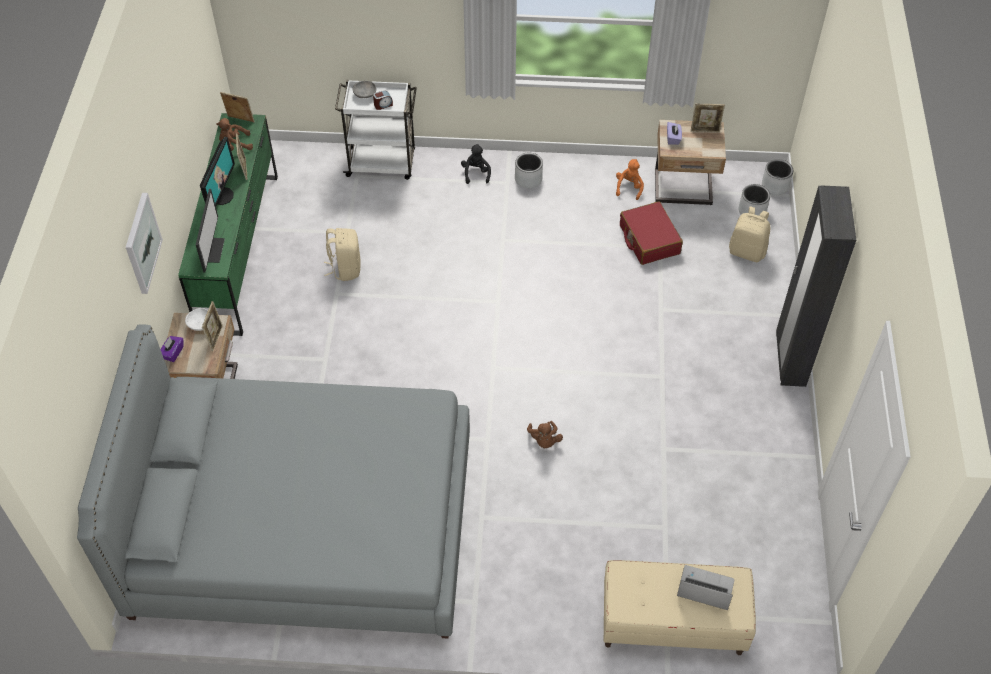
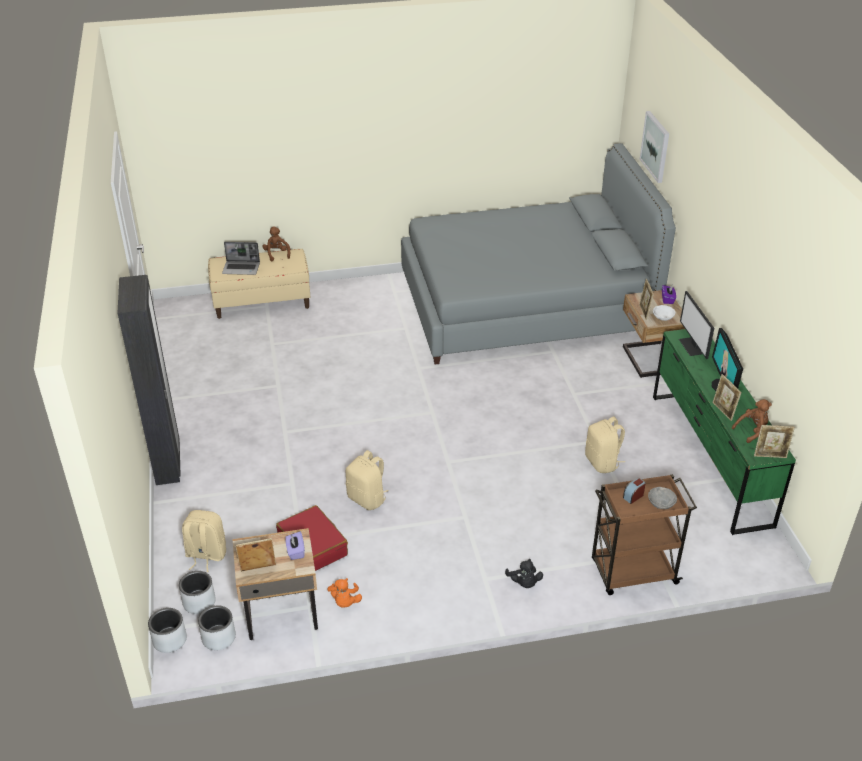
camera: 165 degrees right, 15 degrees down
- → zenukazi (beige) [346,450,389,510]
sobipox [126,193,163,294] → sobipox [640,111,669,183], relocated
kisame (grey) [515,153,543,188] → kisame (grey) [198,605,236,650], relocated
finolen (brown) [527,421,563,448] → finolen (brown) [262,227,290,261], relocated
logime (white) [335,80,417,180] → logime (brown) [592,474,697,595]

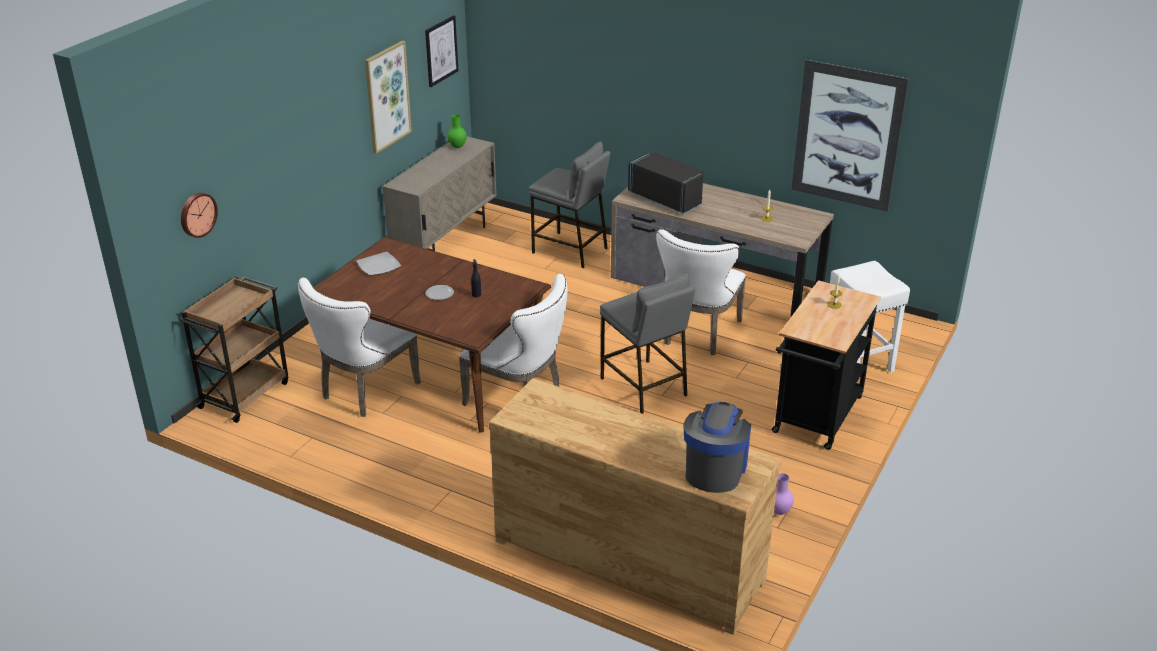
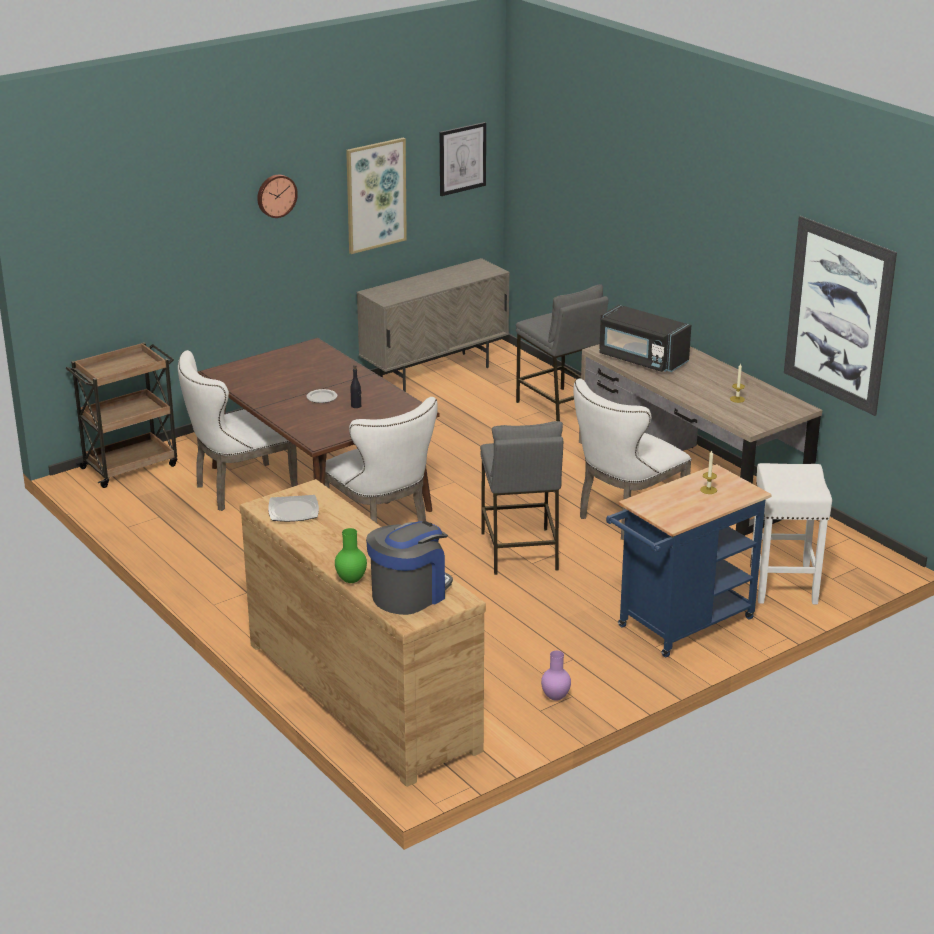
camera: 25 degrees right, 5 degrees down
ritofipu [181,193,218,238] → ritofipu [257,175,298,218], relocated
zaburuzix [356,252,401,276] → zaburuzix [268,495,319,522], relocated
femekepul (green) [448,114,467,148] → femekepul (green) [335,528,367,583], relocated
logime (black) [772,280,881,450] → logime (blue) [606,464,772,657]
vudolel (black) [628,153,704,214] → vudolel (black) [599,305,691,372], 150 degrees clockwise

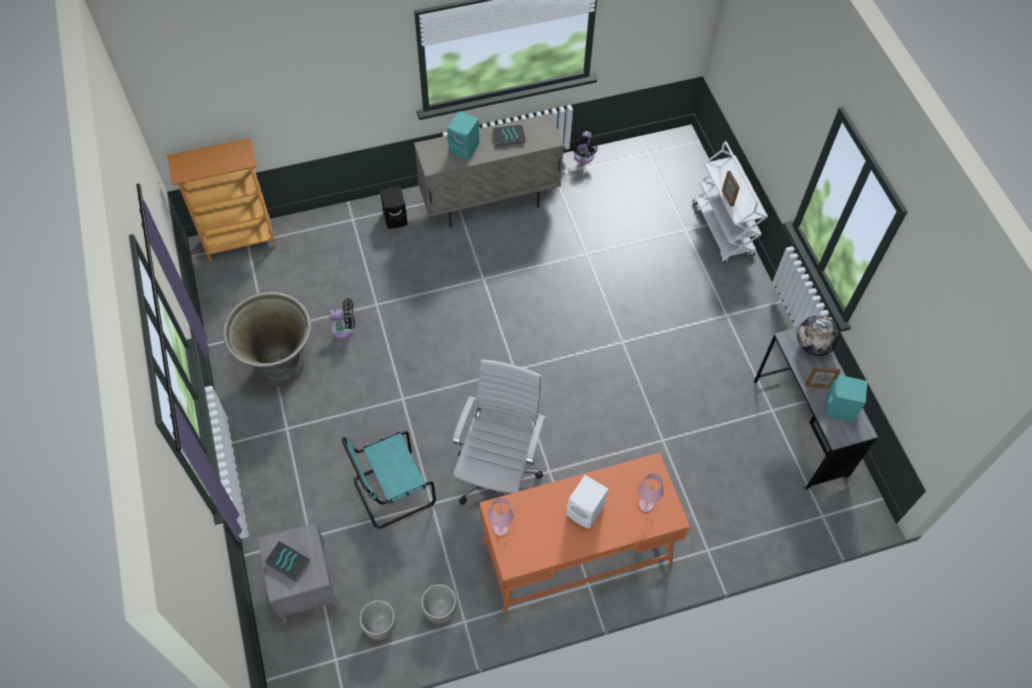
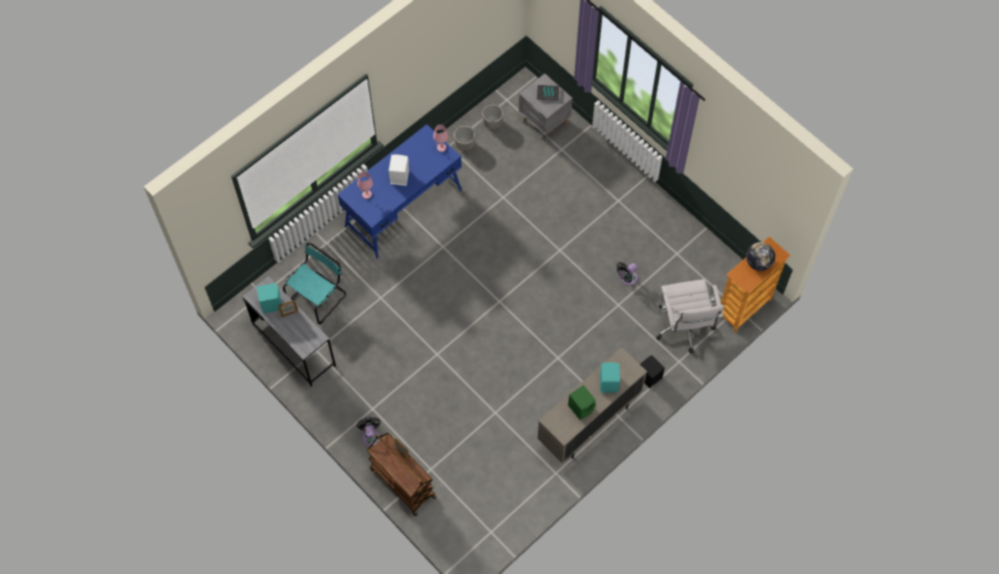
camera: 155 degrees right, 5 degrees up
kisame (grey) [223,292,311,386] → -
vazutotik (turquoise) [342,431,436,529] → vazutotik (turquoise) [283,242,346,325], relocated
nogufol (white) [453,359,545,505] → nogufol (white) [656,279,724,354], relocated
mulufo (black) [570,131,597,163] → mulufo (black) [357,417,381,447], relocated
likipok [797,315,840,356] → likipok [746,242,775,271], relocated
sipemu [493,124,526,147] → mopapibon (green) [568,385,596,420]
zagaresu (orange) [479,453,690,614] → zagaresu (blue) [337,124,462,259]
logime (white) [693,141,768,263] → logime (brown) [367,433,436,516]

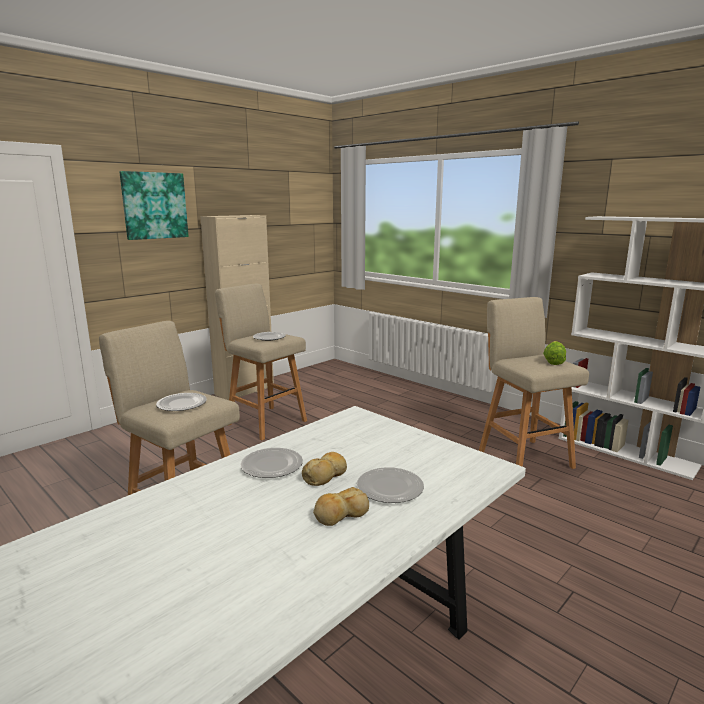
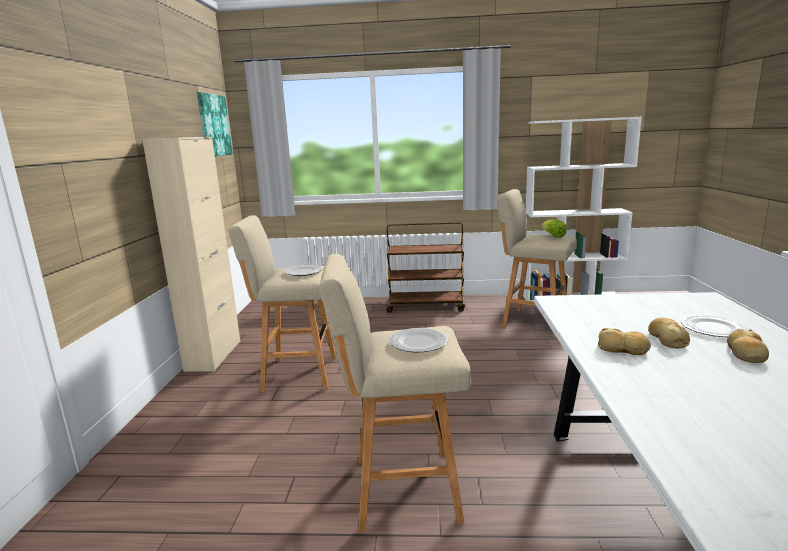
camera: 40 degrees left, 0 degrees up
- → logime (brown) [387,222,465,313]
sobipox [119,171,189,240] → sobipox [197,92,233,156], relocated
zaburuzix [241,448,303,478] → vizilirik [598,328,651,355]

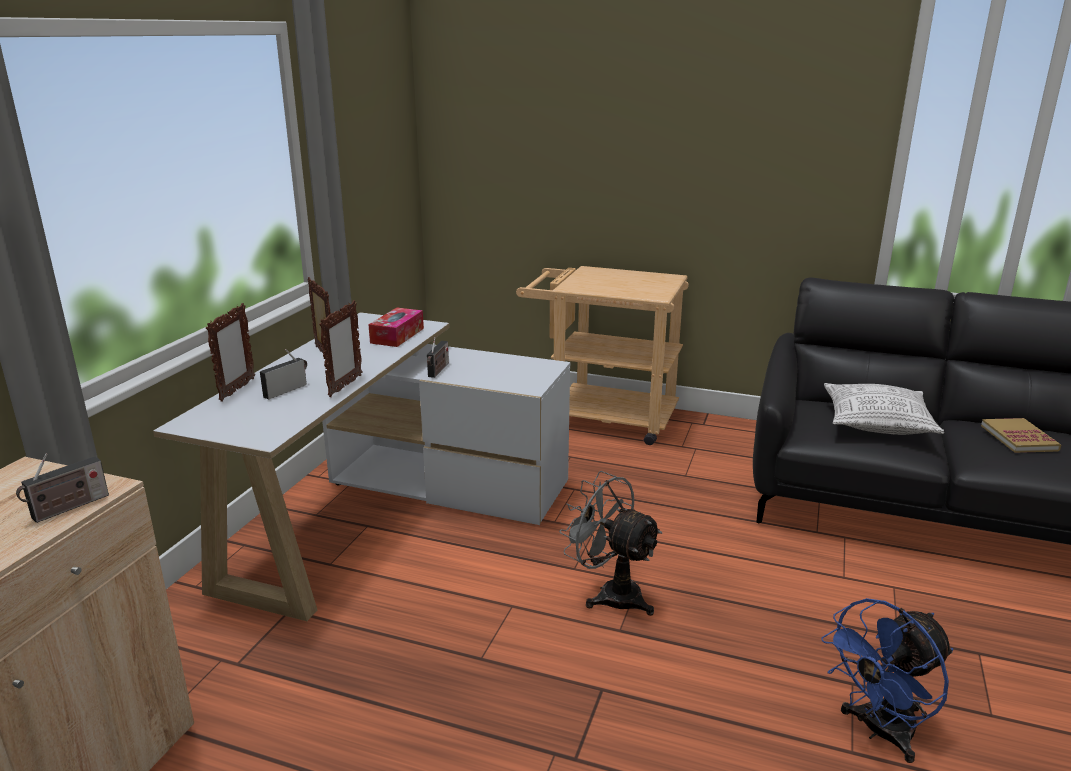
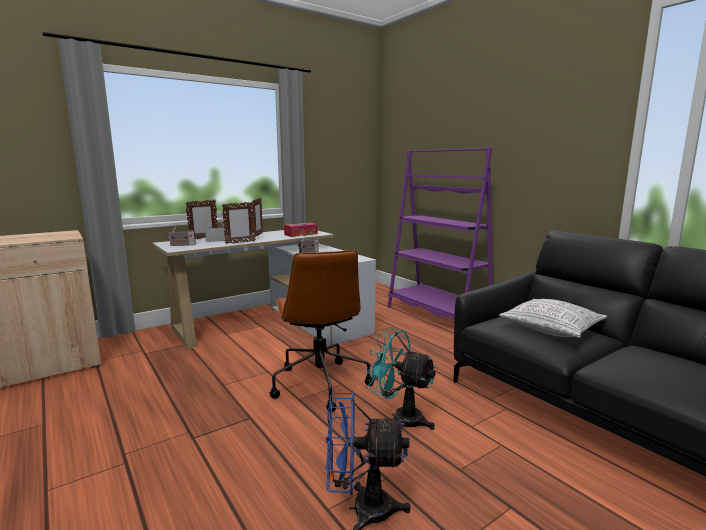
camera: 35 degrees right, 10 degrees down
sipemu [981,418,1061,453] → -
- → mulufo (turquoise) [365,328,437,430]
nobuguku [16,453,109,523] → nobuguku [167,224,196,246], relocated
logime (beige) [516,266,689,445] → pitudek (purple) [387,147,493,319]
mulufo (grey) [559,471,662,616] → nogufol (brown) [270,250,374,412]

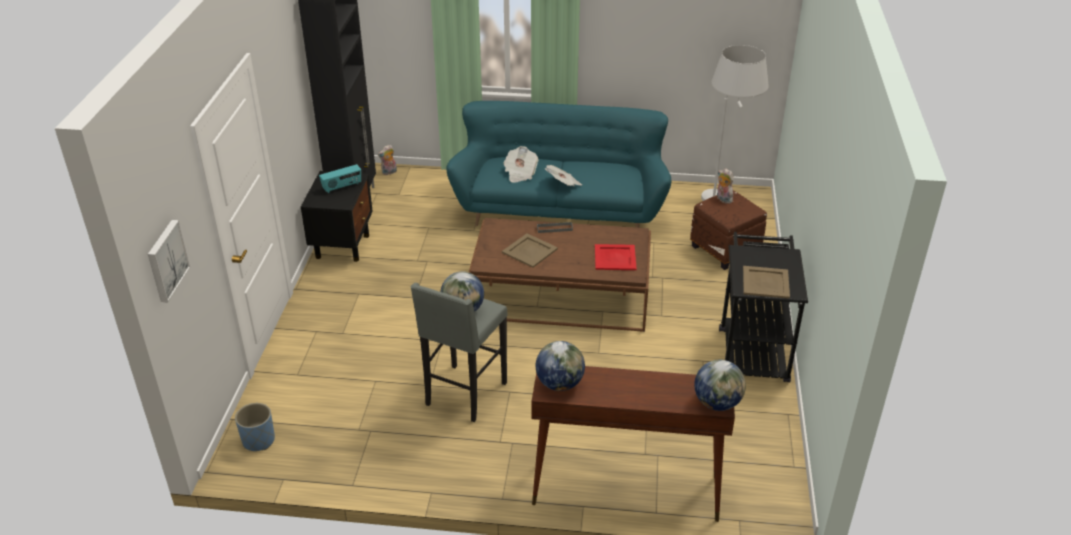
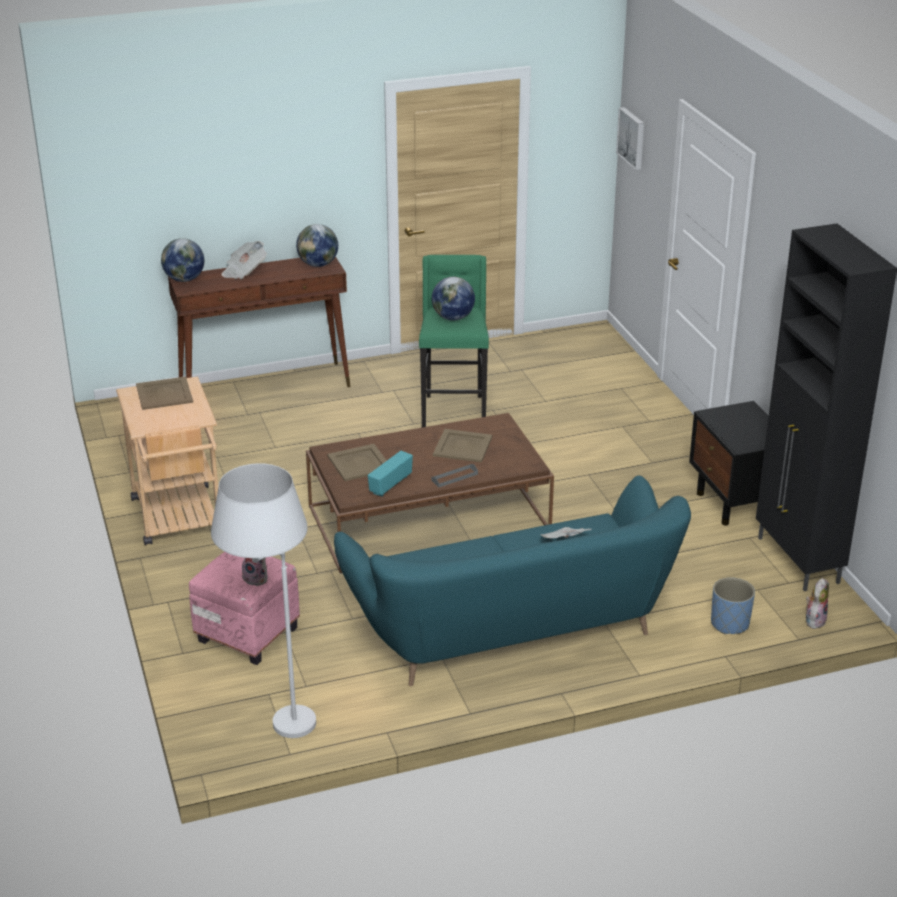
camera: 155 degrees right, 5 degrees down
kisame (blue) [235,403,275,451] → kisame (blue) [711,578,755,635], relocated
nobuguku [319,164,361,193] → nobuguku [368,451,413,496], relocated
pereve [545,165,582,186] → pereve [221,241,267,279], relocated
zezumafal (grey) [411,283,507,422] → zezumafal (green) [419,255,489,428]
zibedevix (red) [595,244,637,270] → zibedevix (beige) [327,444,387,481]
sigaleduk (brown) [690,191,767,270] → sigaleduk (pink) [189,552,300,665]
logime (black) [719,232,808,383] → logime (beige) [116,377,218,545]

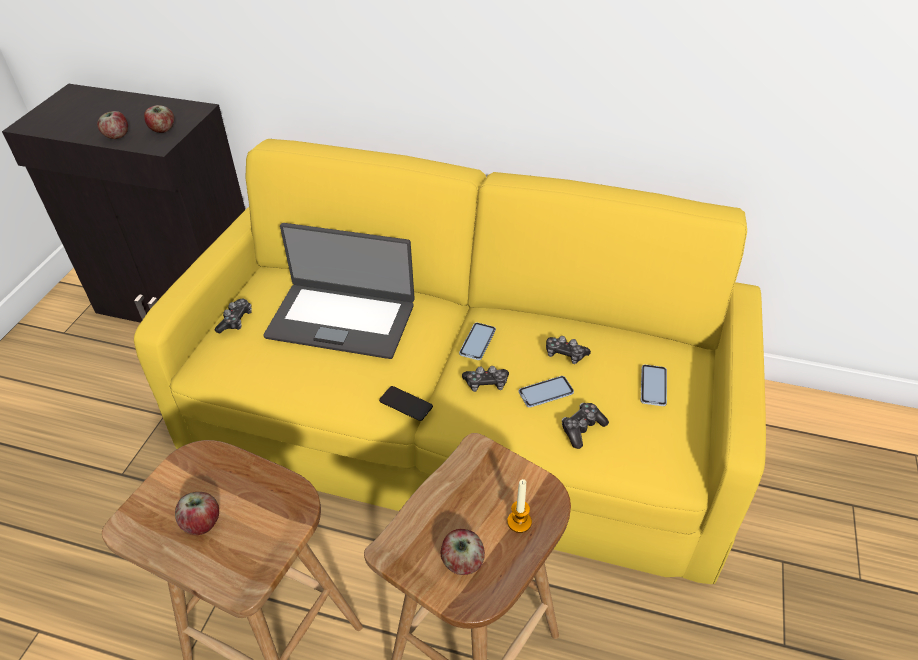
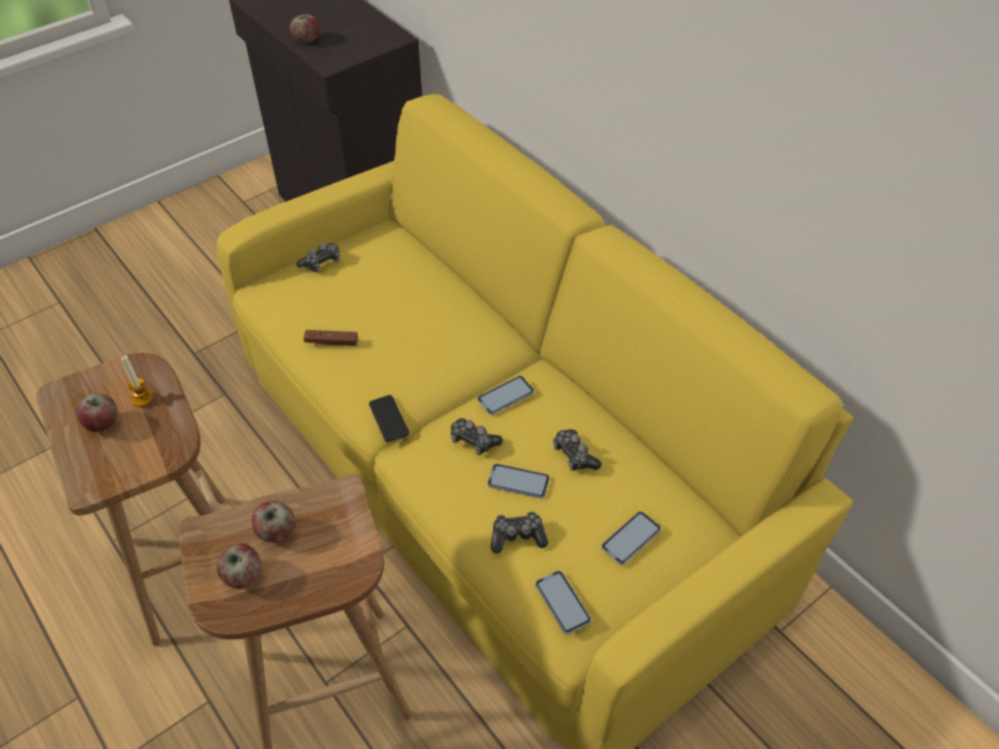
camera: 35 degrees right, 5 degrees up
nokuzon [263,223,415,359] → -
- → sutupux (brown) [304,330,358,346]
- → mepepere [535,571,591,634]
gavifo [144,105,174,133] → gavifo [252,501,296,543], relocated
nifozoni [507,479,532,533] → nifozoni [121,355,153,407], relocated

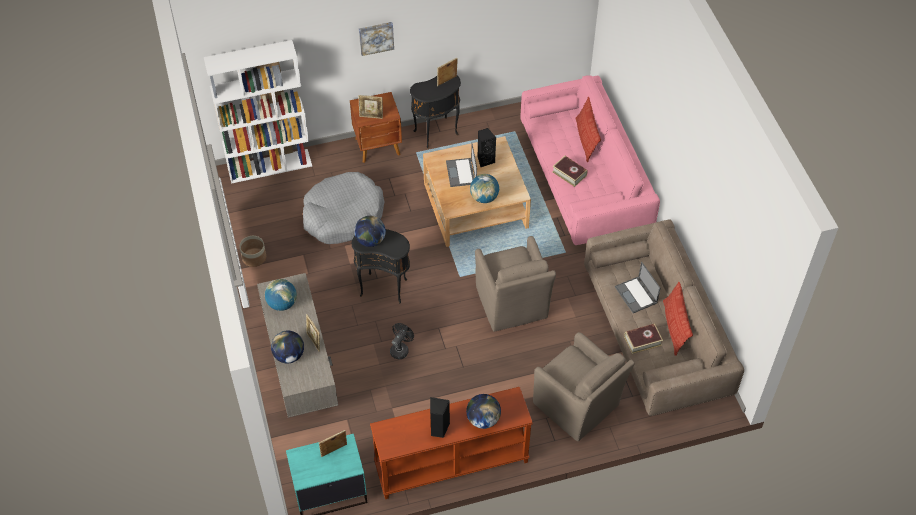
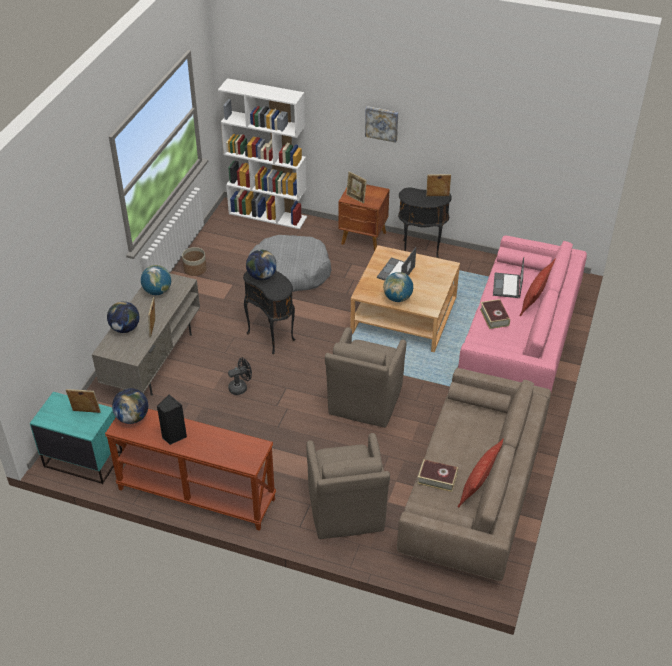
camera: 35 degrees right, 10 degrees down
mopapibon (black) [478,128,496,168] → -
likipok [466,394,501,429] → likipok [112,388,148,424], relocated
nokuzon [615,262,660,313] → nokuzon [493,257,524,298], relocated

